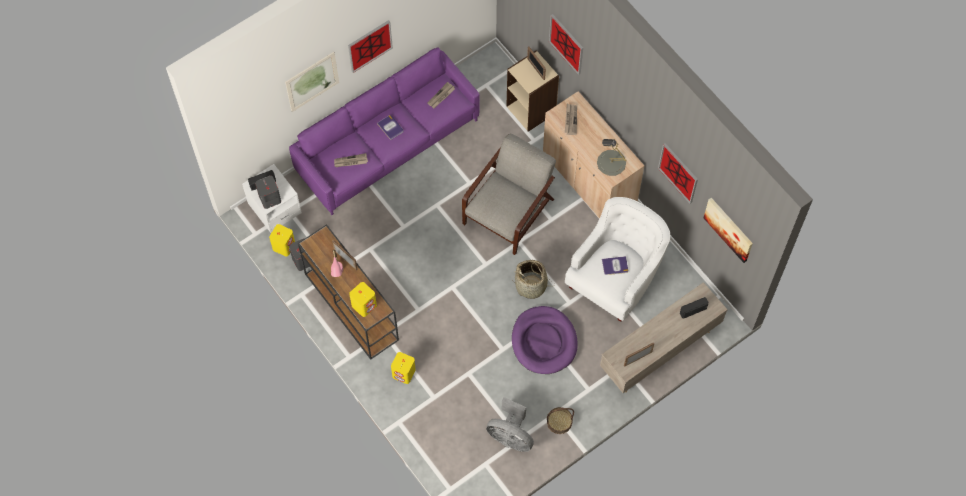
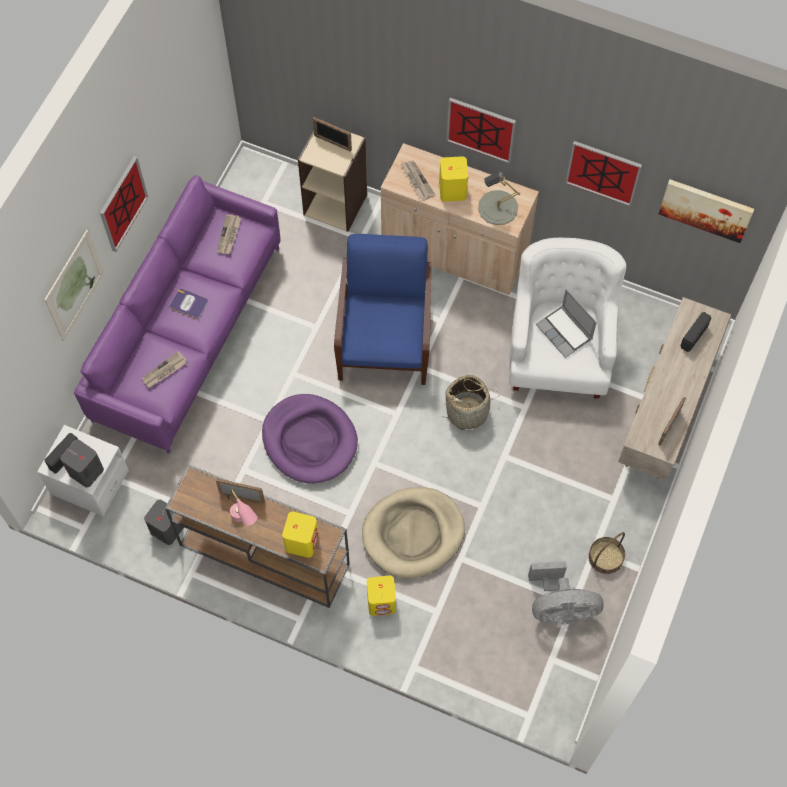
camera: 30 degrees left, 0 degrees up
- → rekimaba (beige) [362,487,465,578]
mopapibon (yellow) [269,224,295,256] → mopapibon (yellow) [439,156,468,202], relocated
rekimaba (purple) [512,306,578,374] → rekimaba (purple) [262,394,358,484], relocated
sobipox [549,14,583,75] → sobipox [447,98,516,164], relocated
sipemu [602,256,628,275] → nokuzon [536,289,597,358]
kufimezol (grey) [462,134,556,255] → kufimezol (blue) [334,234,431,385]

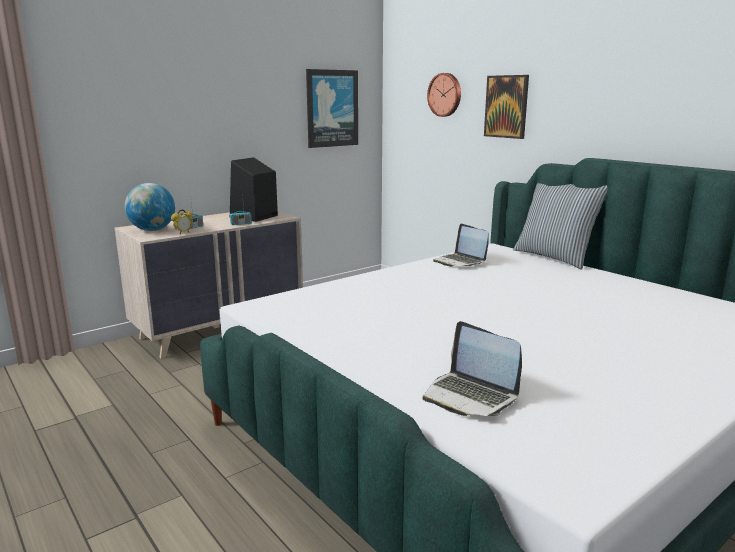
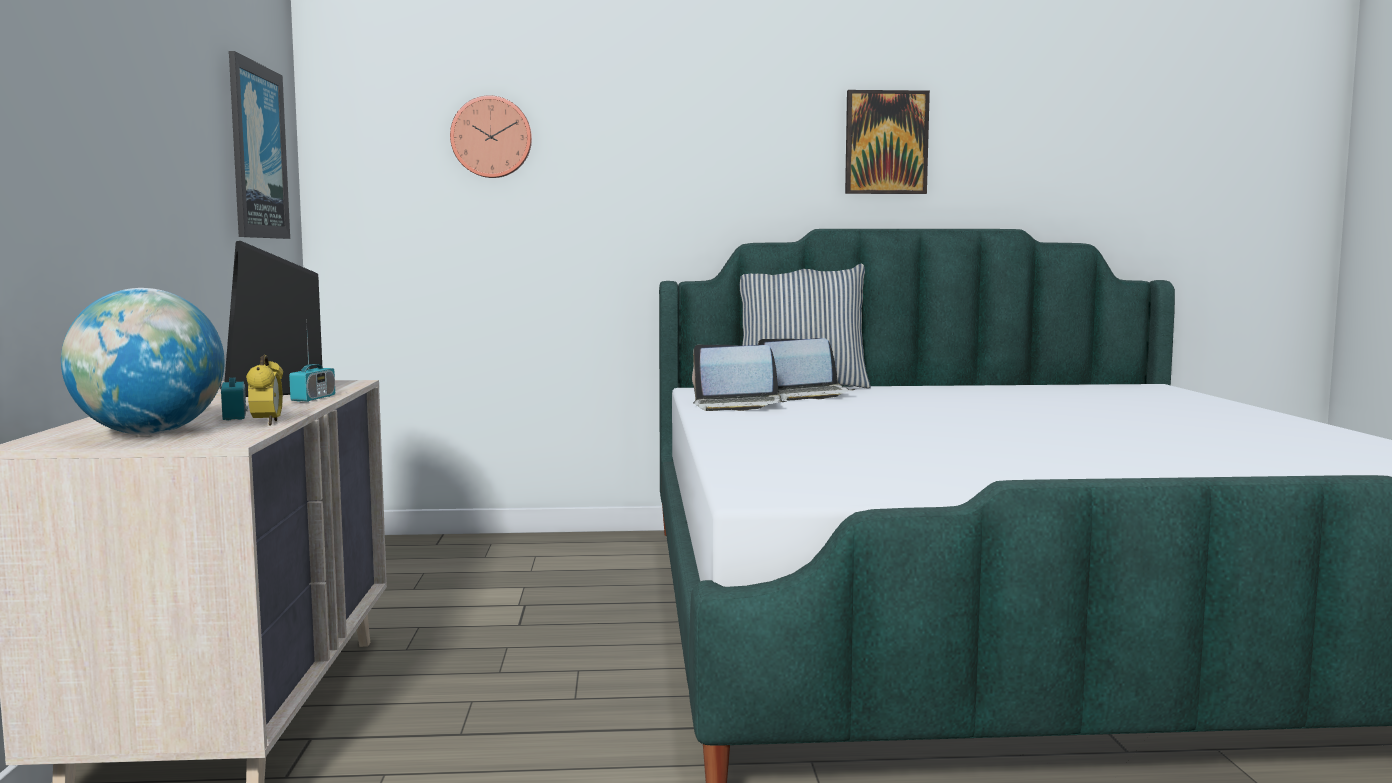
camera: 55 degrees left, 10 degrees down
nokuzon [423,321,522,416] → nokuzon [758,338,856,400], relocated
sobipox [484,75,529,139] → sobipox [845,90,930,194], relocated

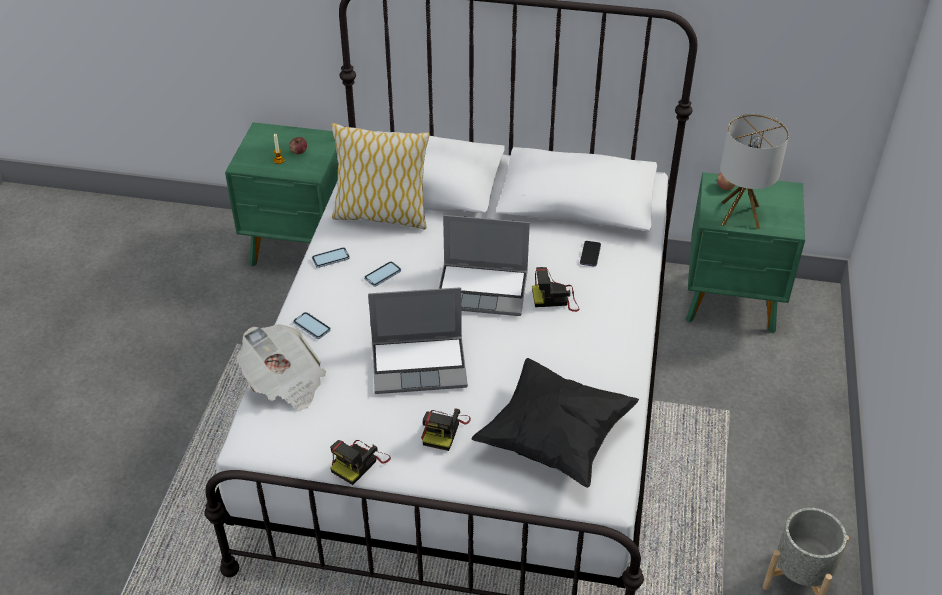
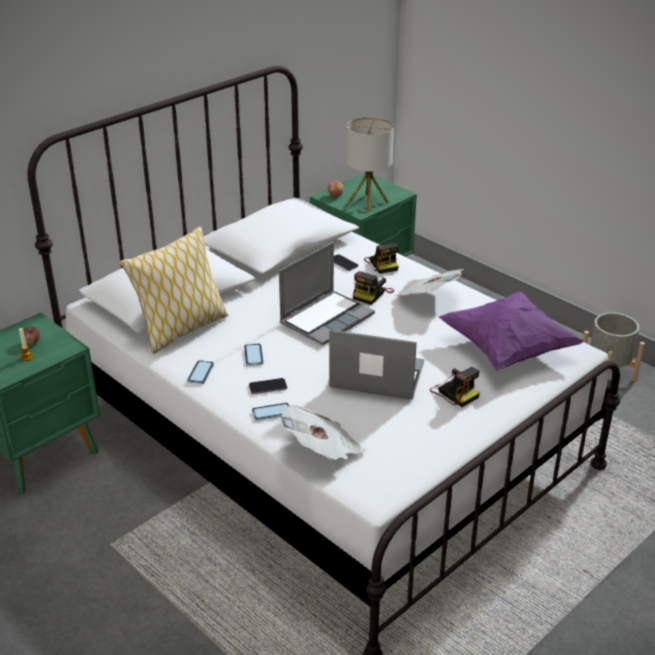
camera: 55 degrees left, 10 degrees down
- → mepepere [249,378,287,394]
- → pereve [395,269,464,296]
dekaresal [330,440,391,485] → dekaresal [364,243,399,274], relocated
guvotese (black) [471,358,639,488] → guvotese (purple) [439,291,584,371]
nokuzon [368,287,468,394] → nokuzon [329,330,424,399], 105 degrees counterclockwise

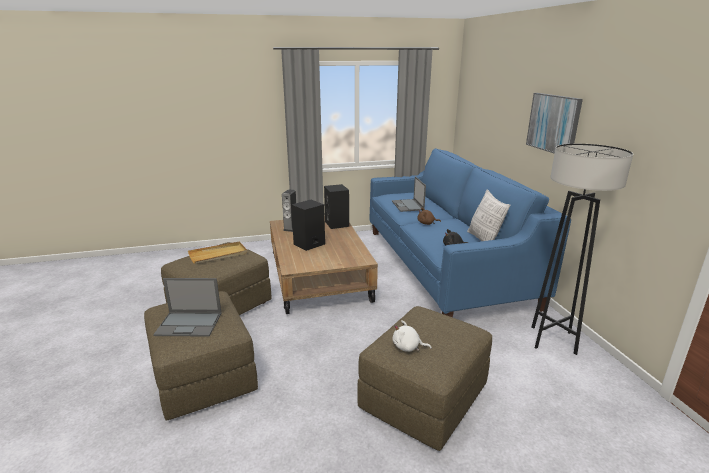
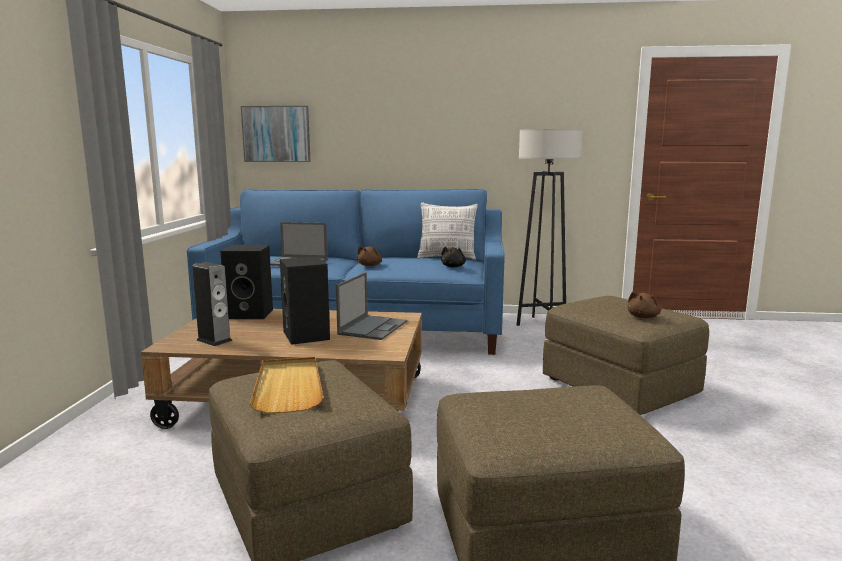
camera: 70 degrees left, 10 degrees down
nokuzon [153,278,222,337] → nokuzon [336,272,407,340], relocated
sobipox [526,93,583,154] → sobipox [241,106,311,162], relocated
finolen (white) [393,320,432,352] → finolen (brown) [627,291,661,318]

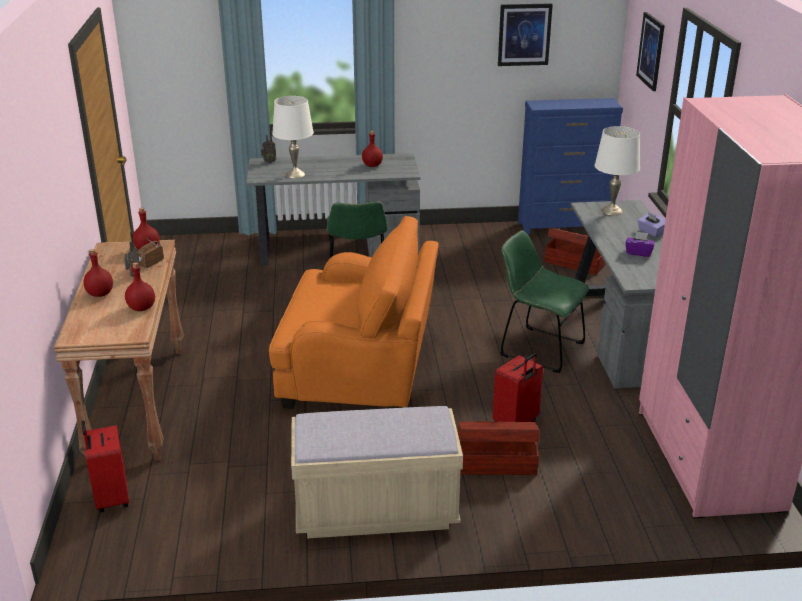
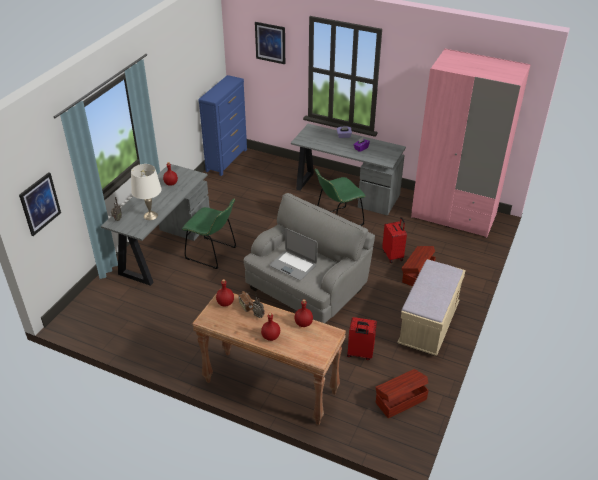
camera: 60 degrees left, 10 degrees up
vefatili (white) [595,126,640,216] → -
- → nokuzon [269,228,317,280]
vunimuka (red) [82,421,129,513] → vunimuka (red) [347,317,377,360], relocated
sobipox [498,3,553,66] → sobipox [19,172,61,236], relocated
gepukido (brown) [544,228,606,275] → gepukido (brown) [375,369,429,418], relocated
kufimezol (orange) [269,216,439,409] → kufimezol (grey) [244,193,375,324]

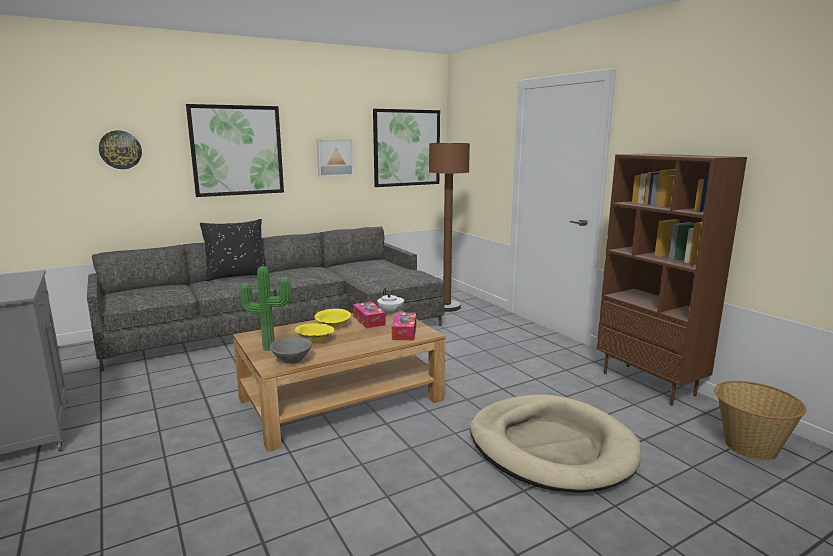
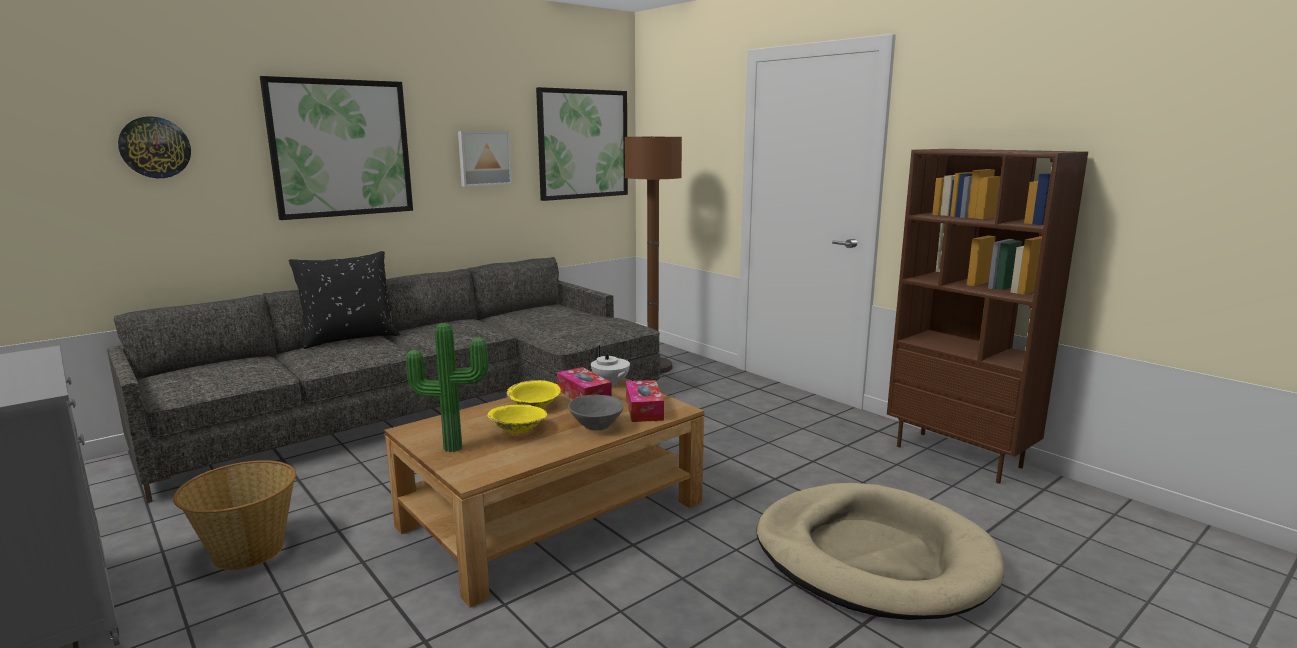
camera: 10 degrees left, 0 degrees up
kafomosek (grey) [270,337,312,364] → kafomosek (grey) [568,395,624,430], relocated
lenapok [714,381,806,461] → lenapok [173,460,296,570], relocated

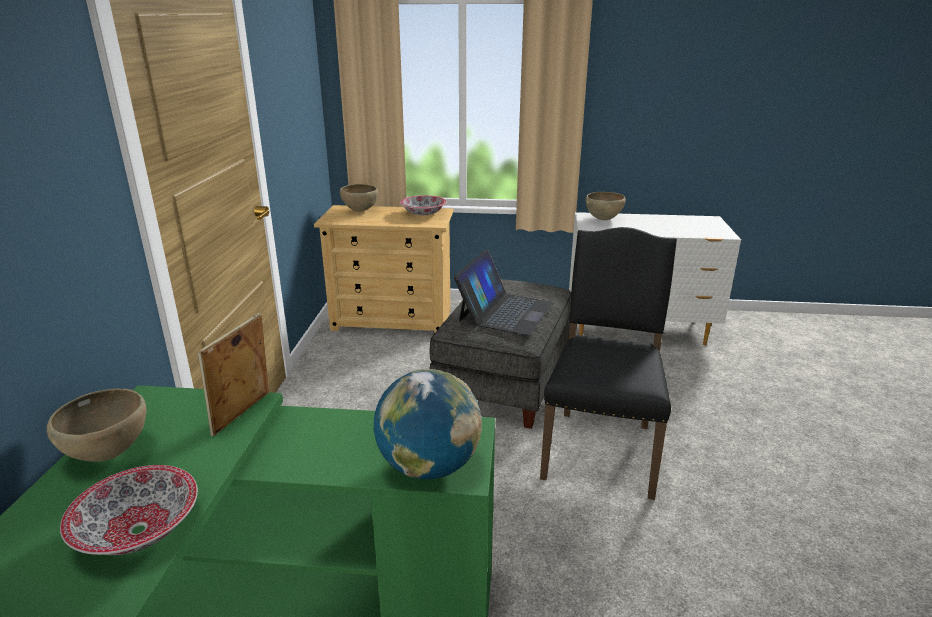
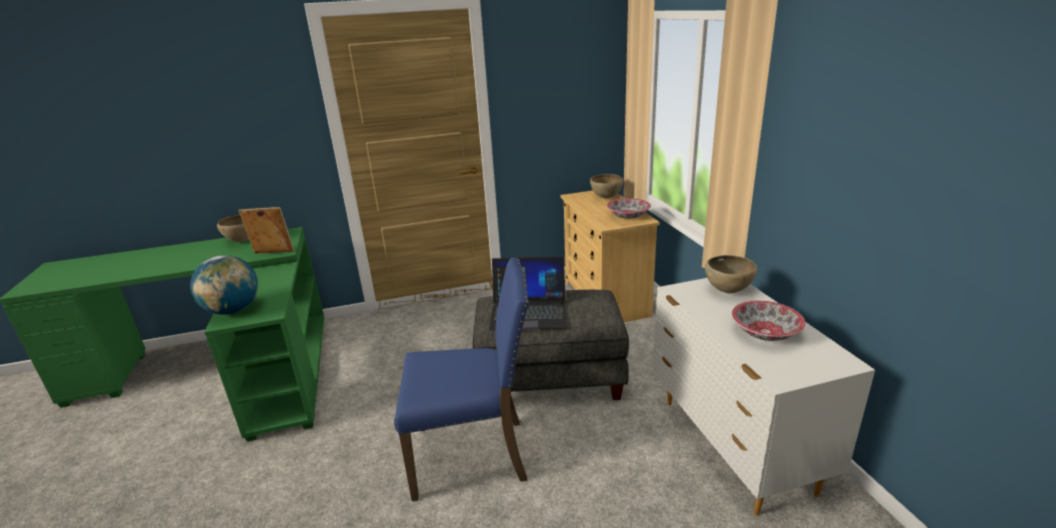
camera: 70 degrees right, 0 degrees up
kafomosek [60,465,198,555] → kafomosek [732,301,806,341], relocated
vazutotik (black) [540,227,677,500] → vazutotik (blue) [394,257,529,501]

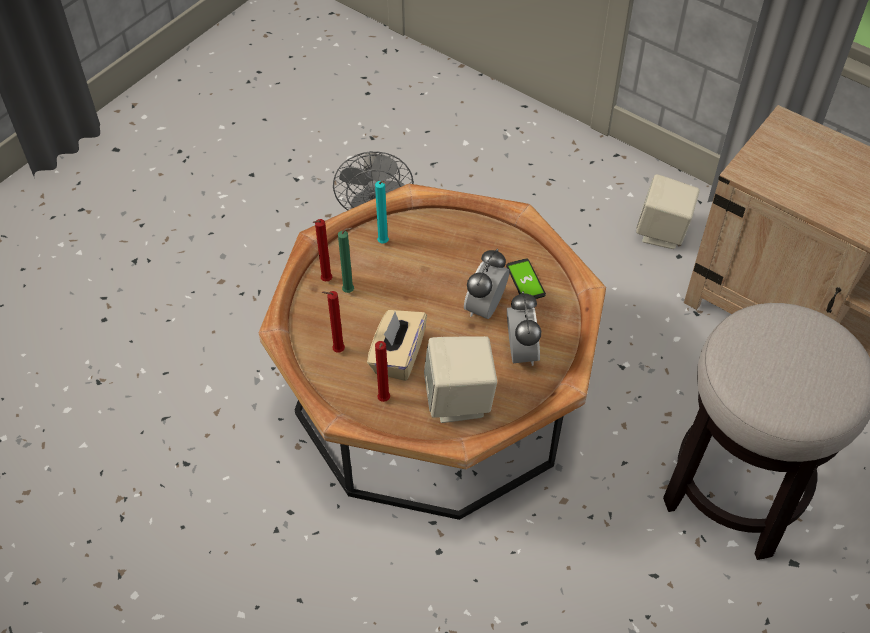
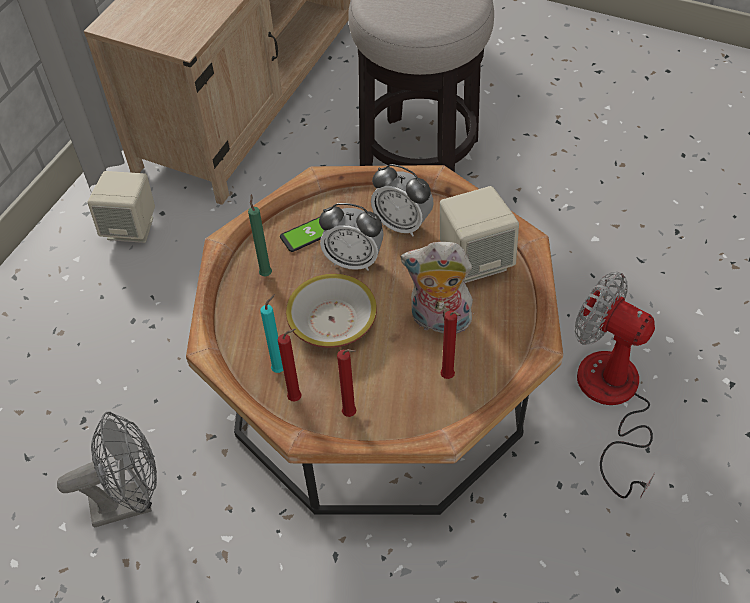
camera: 100 degrees left, 0 degrees up
- → kafomosek [286,274,377,348]
- → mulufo [575,272,655,498]
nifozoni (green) [338,227,354,293] → nifozoni (green) [248,194,272,276], relocated
nifozoni (red) [375,341,390,402] → nifozoni (red) [278,329,302,402], relocated
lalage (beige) [367,310,427,381] → finolen [401,242,477,334]
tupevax [507,291,542,366] → tupevax [371,164,434,237], 135 degrees counterclockwise

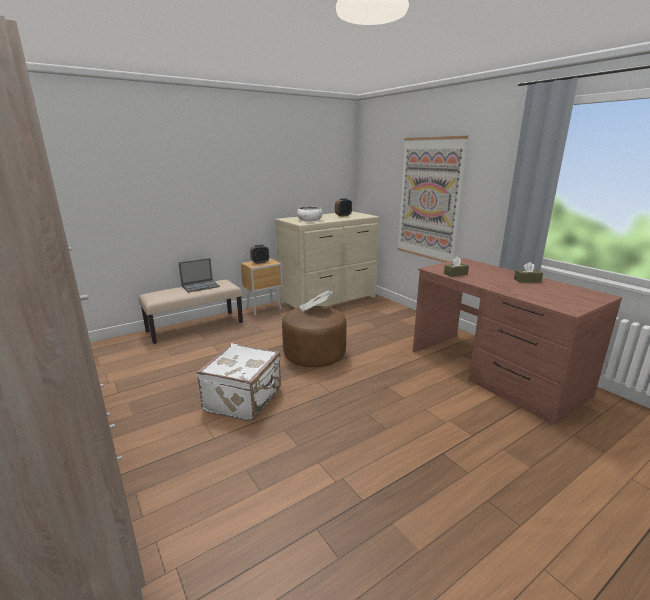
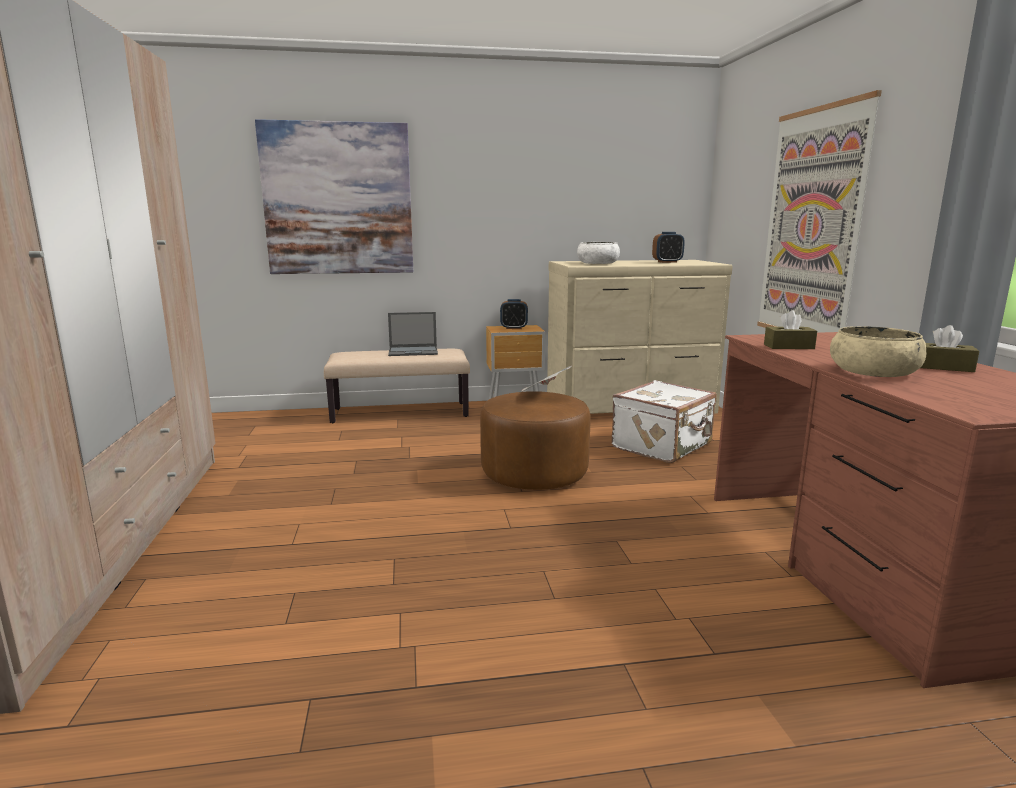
camera: 25 degrees right, 5 degrees down
- → sobipox [255,119,413,274]
- → kafomosek (beige) [830,326,926,377]
vunimuka (white) [196,343,281,421] → vunimuka (white) [611,380,717,463], relocated

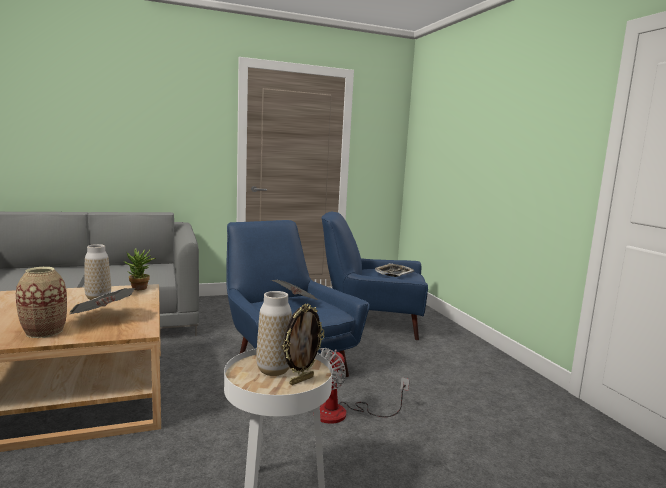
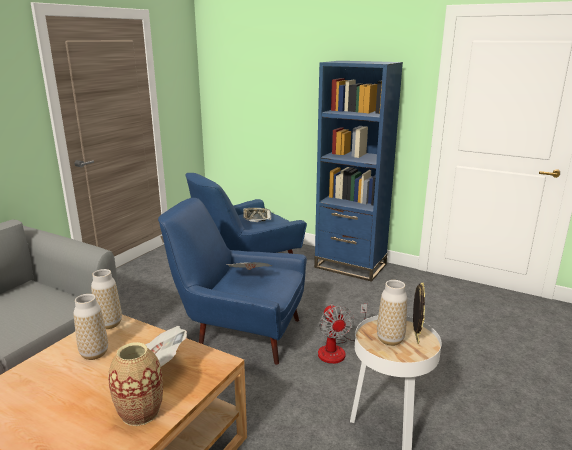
camera: 40 degrees left, 10 degrees up
- → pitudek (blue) [314,61,403,282]
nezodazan [123,248,156,290] → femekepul [91,269,122,329]

